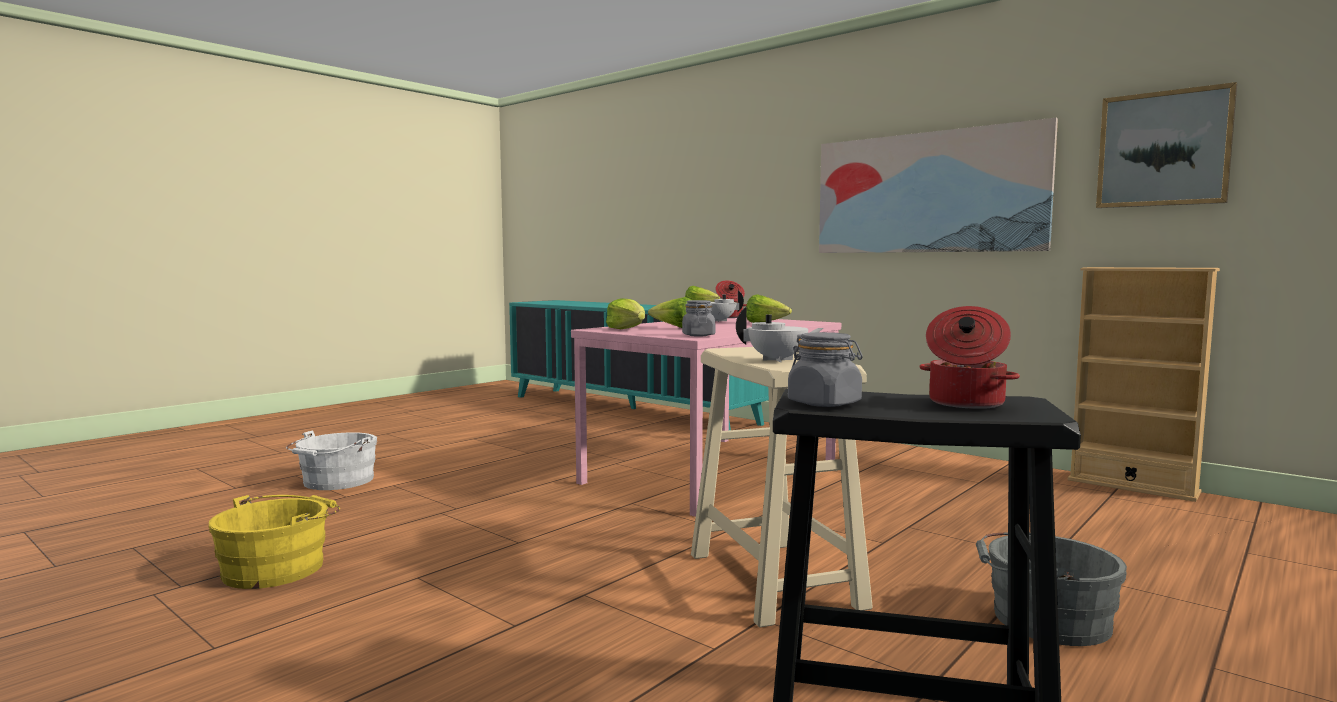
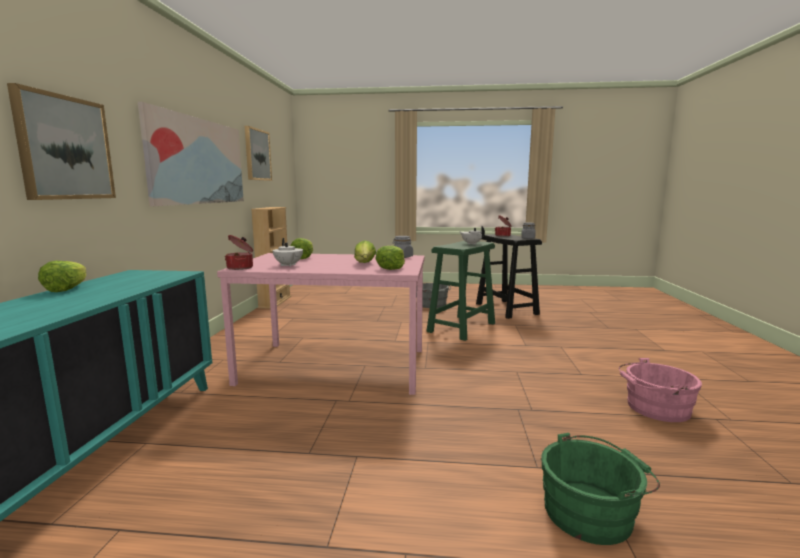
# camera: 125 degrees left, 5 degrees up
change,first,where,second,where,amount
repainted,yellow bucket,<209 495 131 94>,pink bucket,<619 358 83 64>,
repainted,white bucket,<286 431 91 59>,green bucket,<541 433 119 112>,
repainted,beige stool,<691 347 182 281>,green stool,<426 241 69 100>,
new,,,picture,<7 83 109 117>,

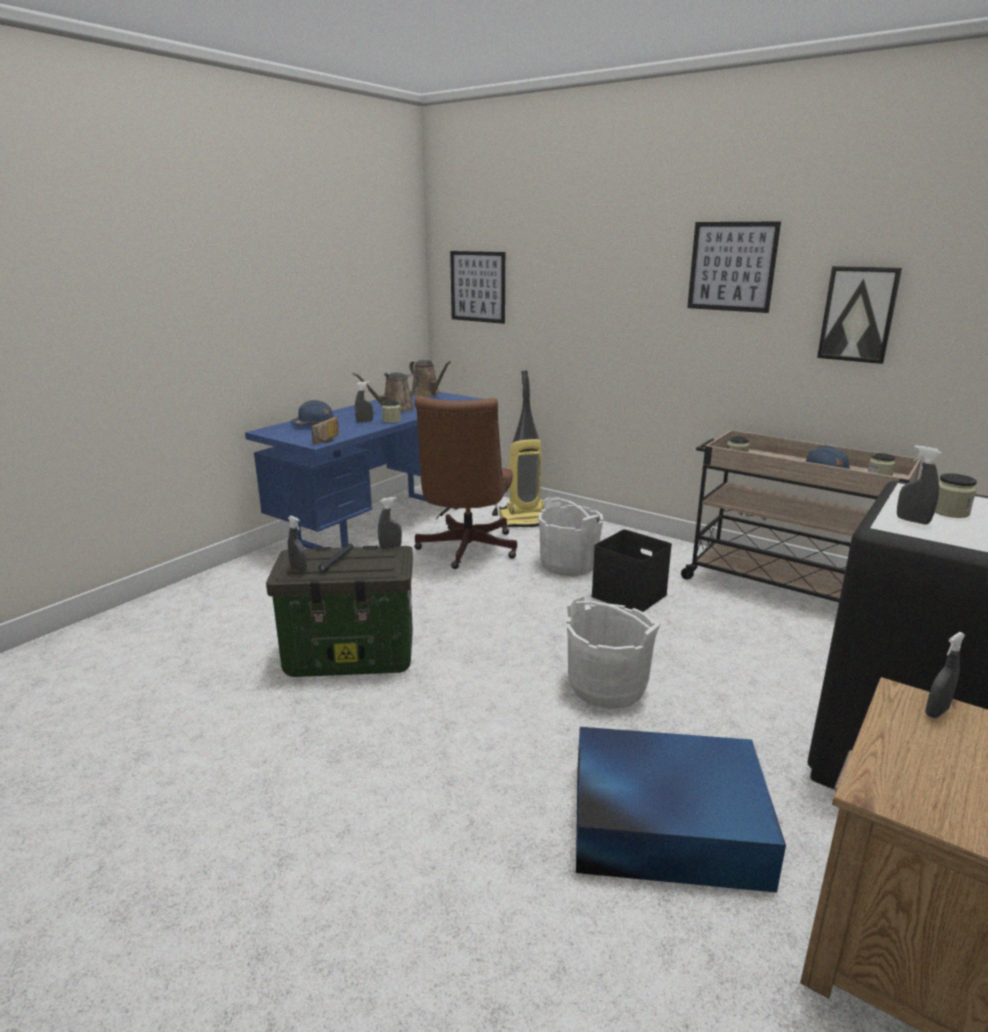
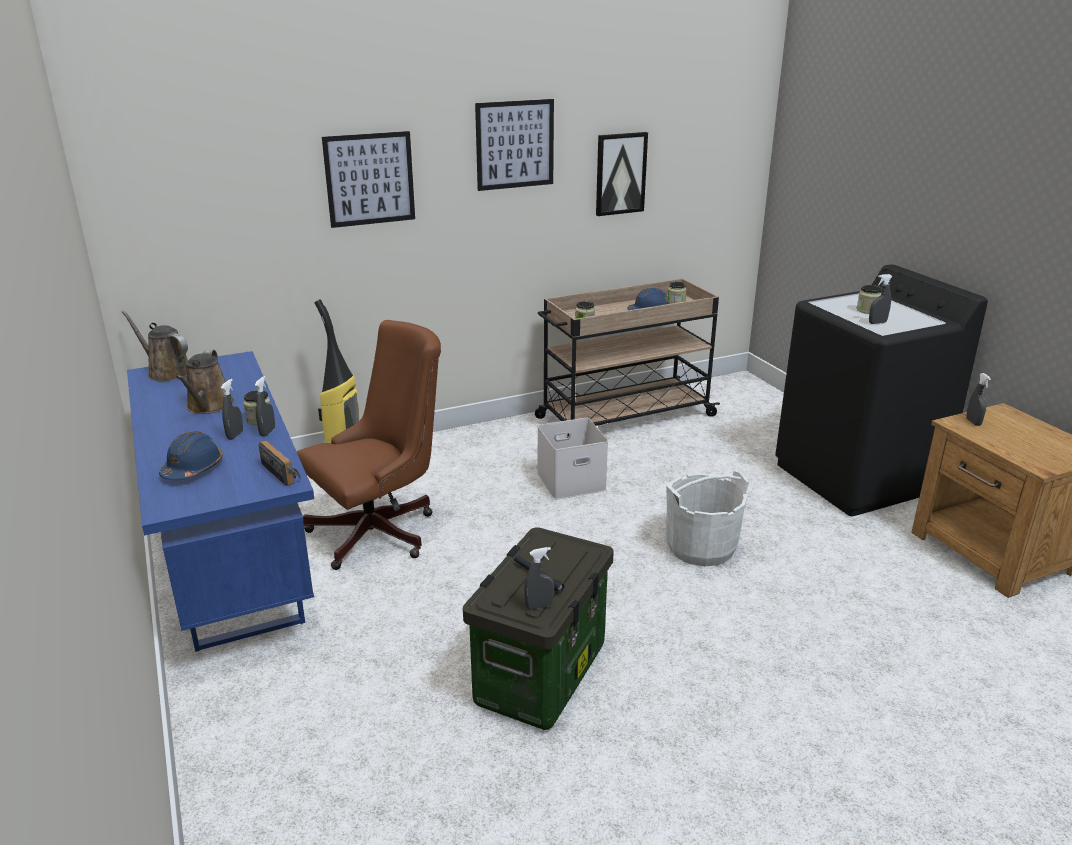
# camera: 60 degrees left, 5 degrees up
change,first,where,second,where,amount
shifted,grey spray bottle,<378 497 24 52>,,<255 376 20 61>,
rotated,brown watering can,<409 360 42 37>,,<122 310 66 71>,135 degrees counterclockwise
rotated,brown office chair,<414 396 103 173>,,<296 320 145 250>,75 degrees counterclockwise
shifted,picture,<450 251 55 73>,,<322 131 93 97>,
gone,white bucket,<539 497 64 79>,,,
gone,blue storage box,<576 727 210 166>,,,
repainted,black storage box,<591 529 81 83>,white storage box,<537 418 71 82>,

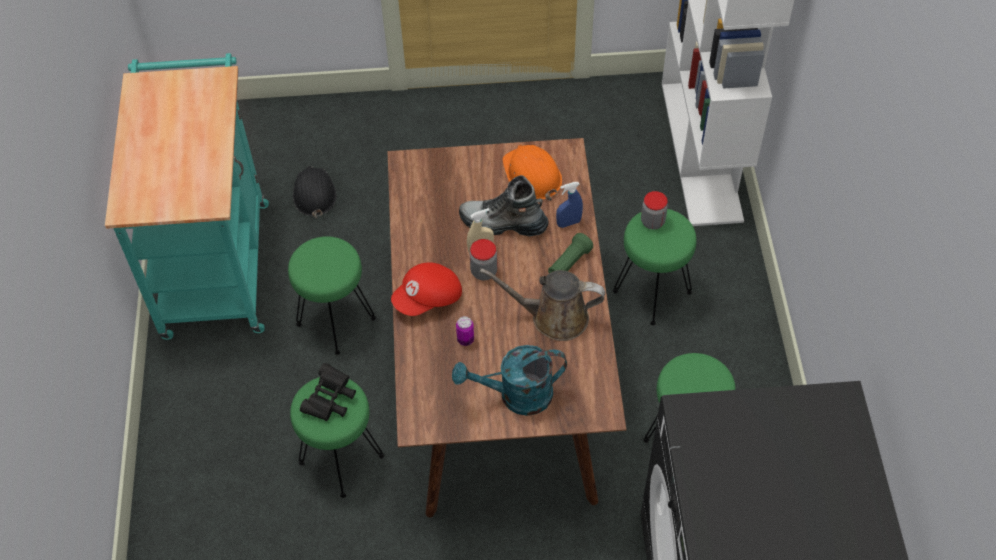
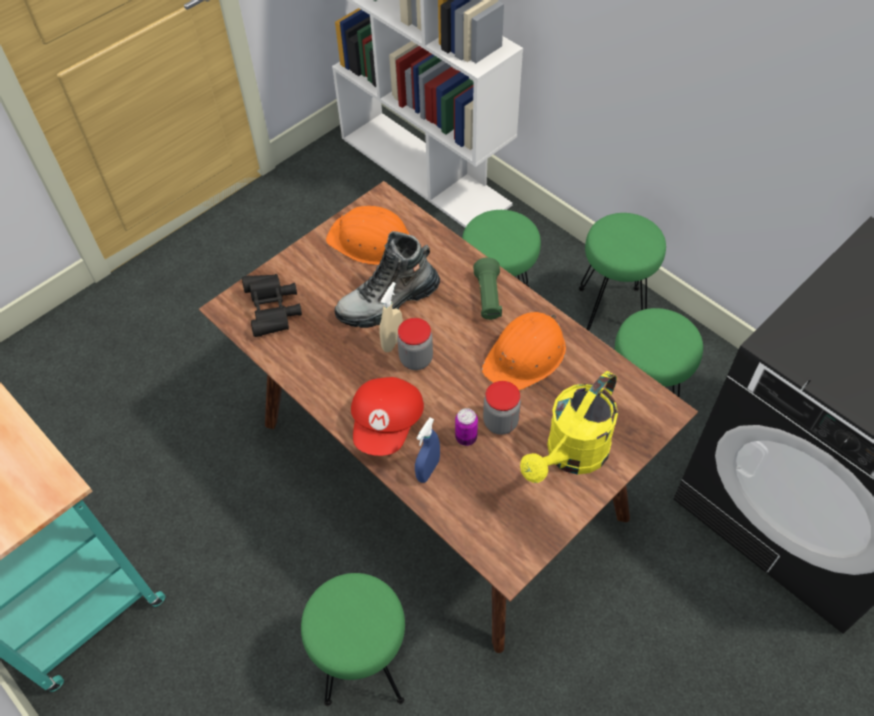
# camera: 40 degrees left, 0 degrees up
change,first,where,second,where,amount
shifted,green stool,<288 236 88 119>,,<579 213 87 118>,
gone,black hard hat,<293 166 44 53>,,,
shifted,black binoculars,<300 363 56 58>,,<242 274 60 63>,
repainted,turquoise watering can,<452 345 115 71>,yellow watering can,<520 371 98 112>,
swapped,brown watering can,<480 268 125 73>,orange hard hat,<482 312 84 79>,
shifted,blue spray bottle,<556 182 27 46>,,<415 418 25 65>,
shifted,jar,<641 191 27 38>,,<483 381 38 54>,

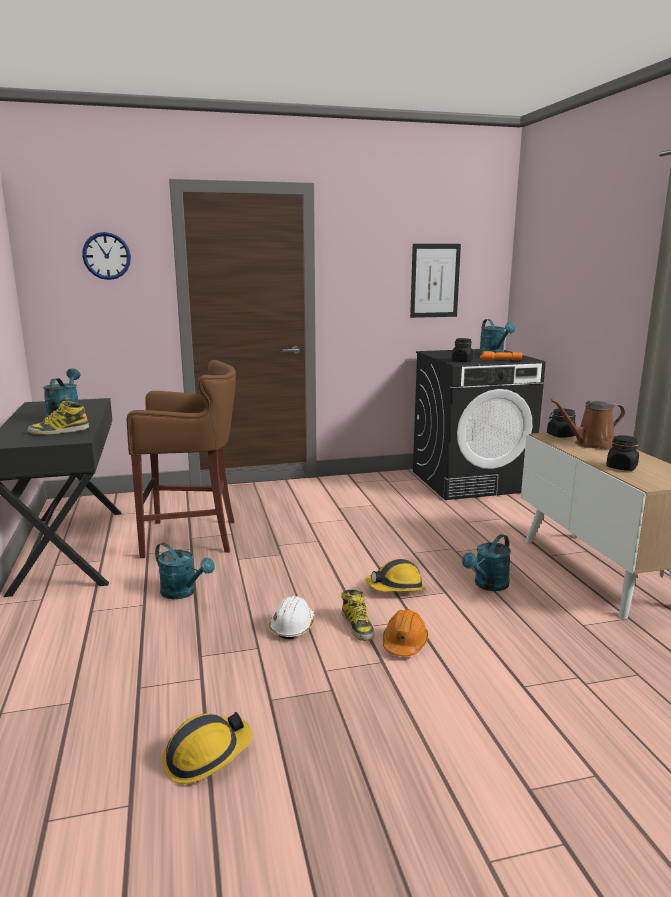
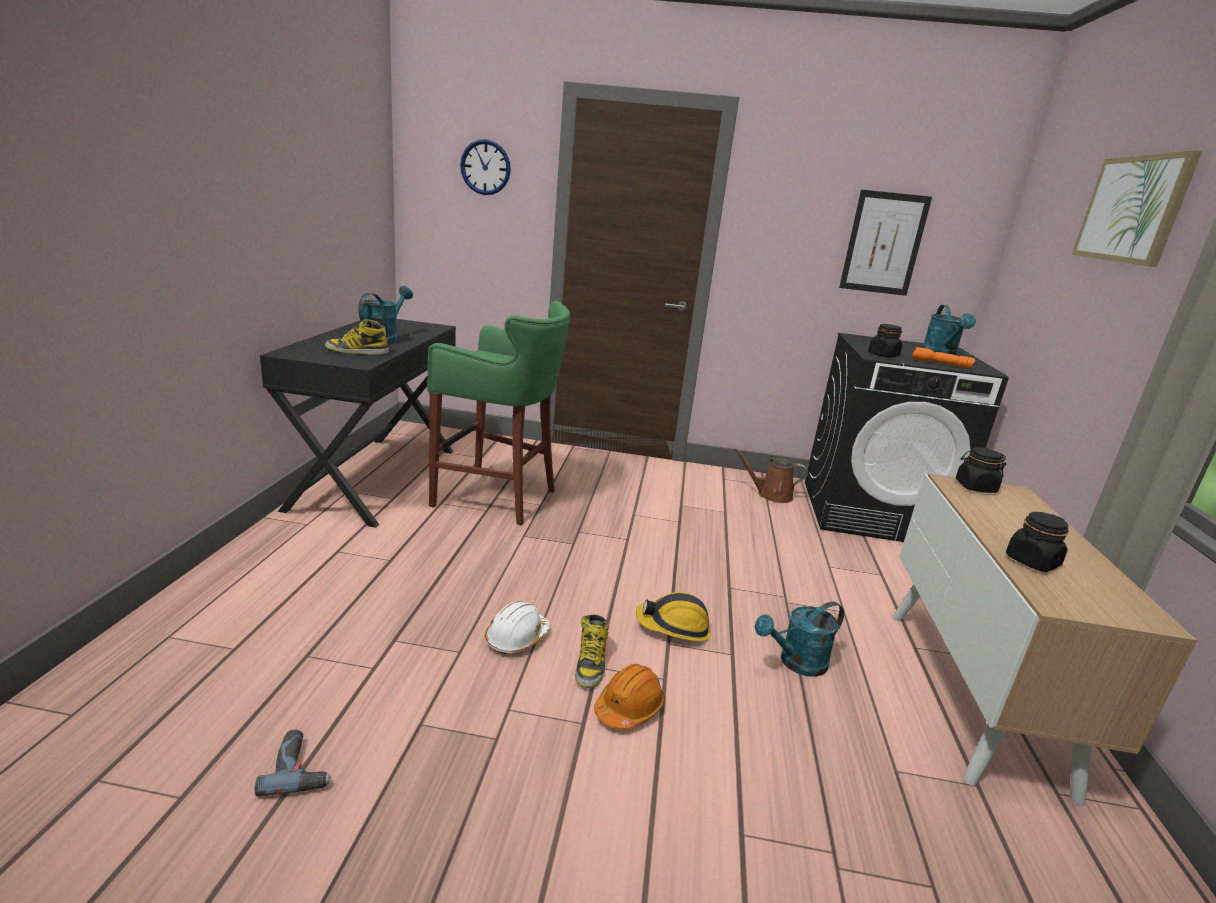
# camera: 20 degrees right, 5 degrees up
change,first,where,second,where,amount
repainted,brown stool,<127 360 109 198>,green stool,<427 301 143 225>,
gone,turquoise watering can,<155 543 60 56>,,,
swapped,hard hat,<162 712 90 72>,power drill,<255 729 76 67>,
shifted,brown watering can,<551 399 74 50>,,<734 448 74 55>,
new,,,picture,<1072 150 130 117>,

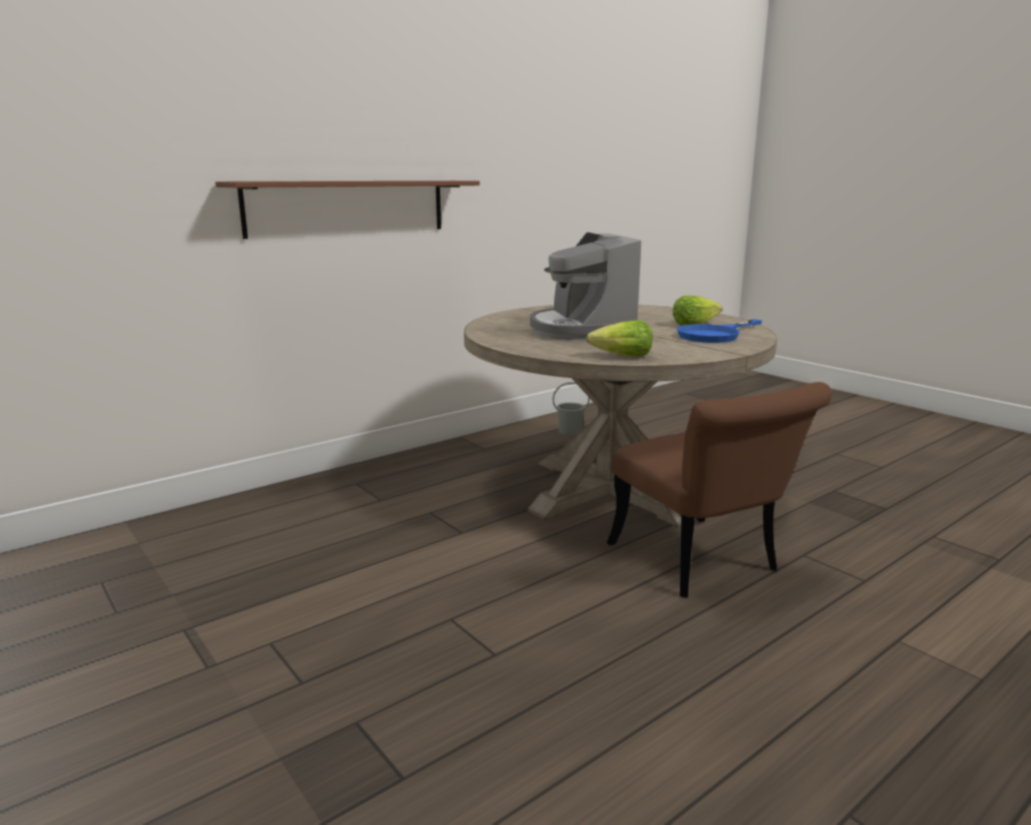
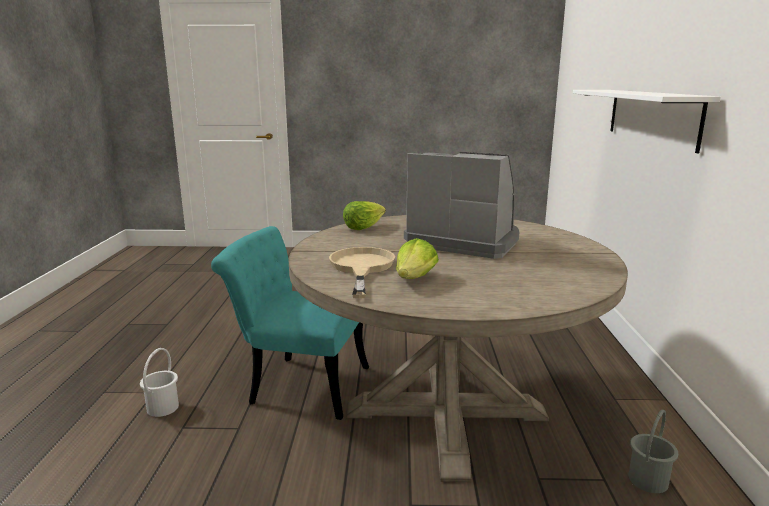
# camera: 130 degrees right, 0 degrees up
change,first,where,second,where,amount
repainted,brown shelf,<215 181 265 58>,white shelf,<573 90 148 63>,
repainted,brown chair,<607 382 225 216>,turquoise chair,<211 226 158 194>,
repainted,blue frying pan,<677 319 85 24>,beige frying pan,<329 247 66 52>,
new,,,white bucket,<140 348 39 69>,

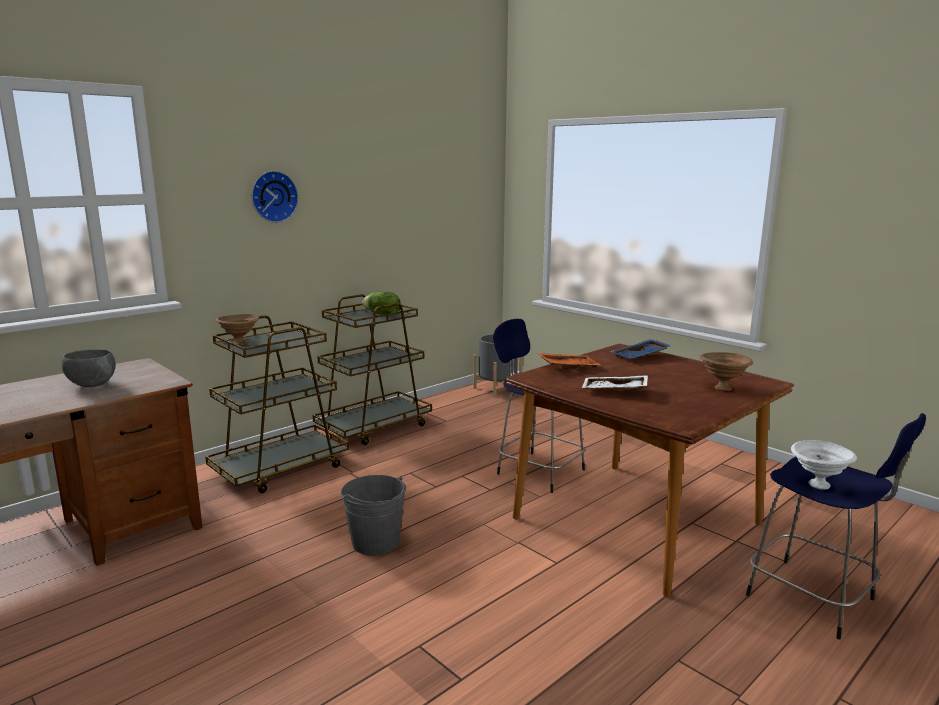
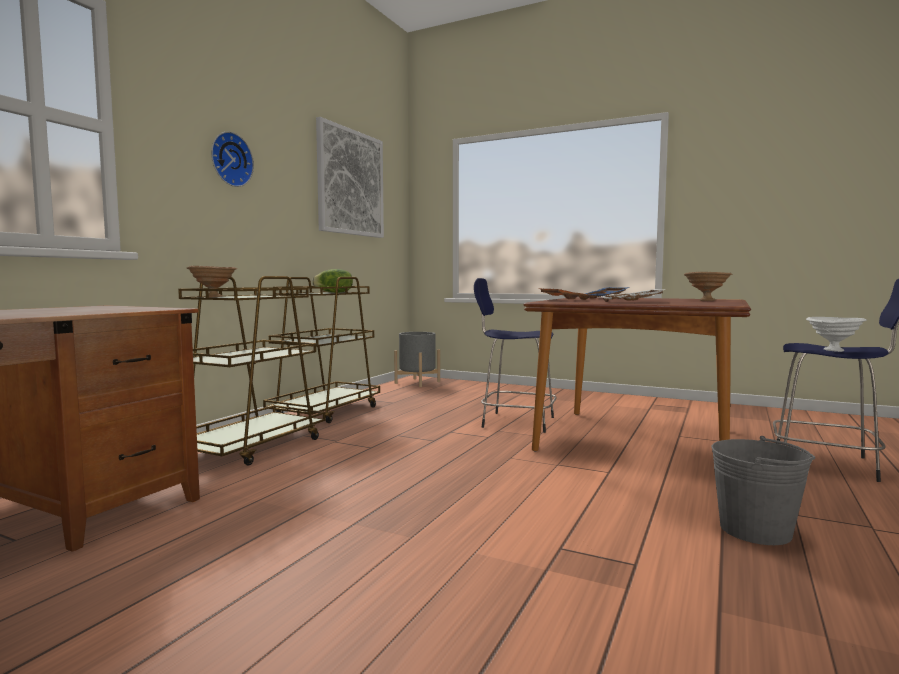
# camera: 20 degrees left, 10 degrees down
change,first,where,second,where,amount
gone,grey bowl,<62 349 54 38>,,,
shifted,grey bucket,<341 475 65 81>,,<711 436 104 109>,
new,,,picture,<316 117 68 121>,

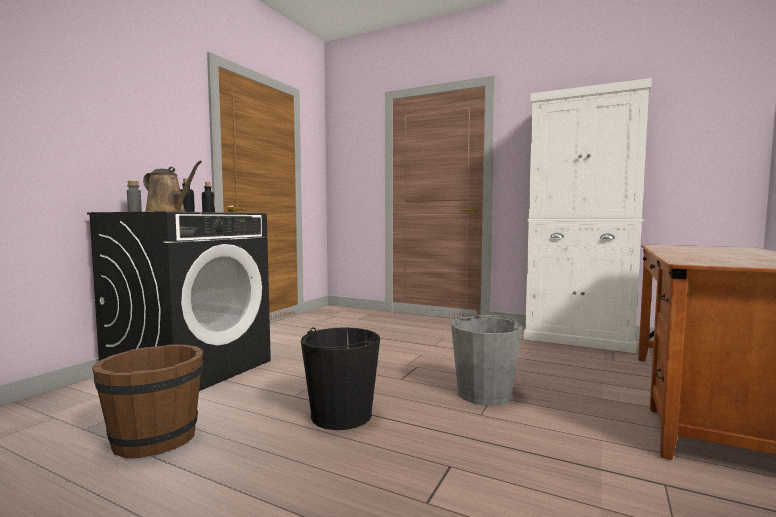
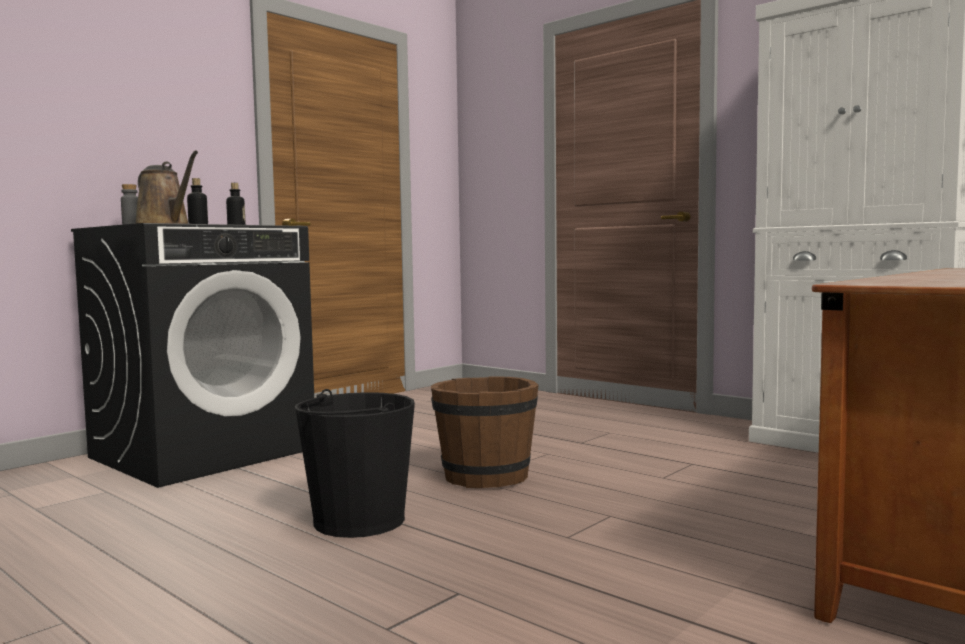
# camera: 15 degrees right, 0 degrees up
change,first,where,second,where,amount
shifted,brown bucket,<92 345 111 114>,,<431 376 108 112>,
gone,grey bucket,<451 315 72 91>,,,

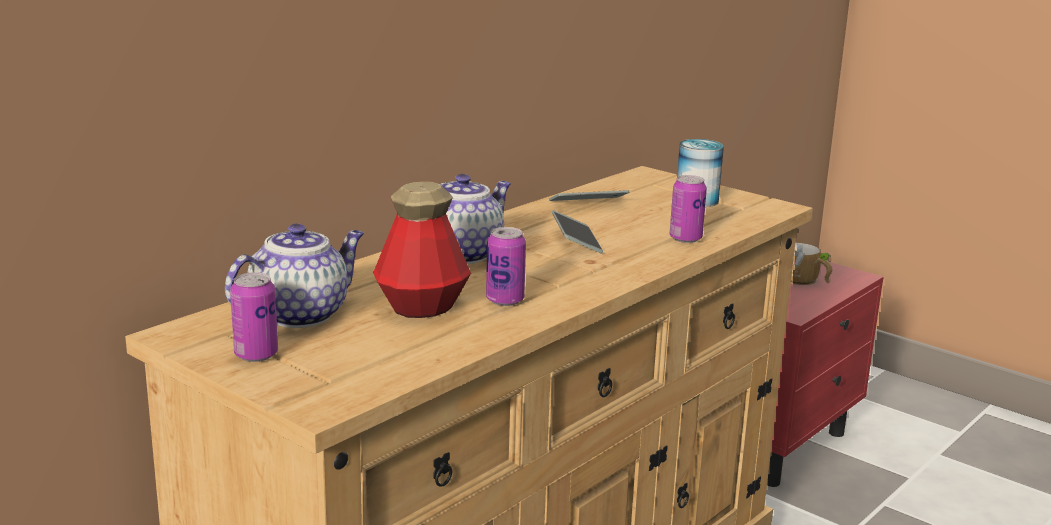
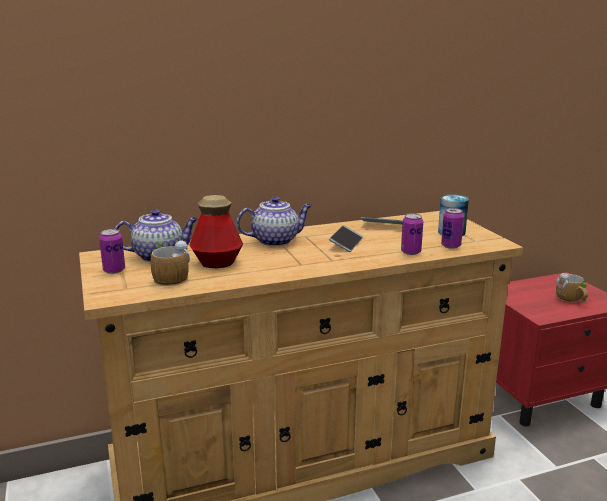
# camera: 30 degrees right, 0 degrees up
change,first,where,second,where,amount
shifted,can,<486 227 40 79>,,<441 208 23 41>,
new,,,mug,<151 239 39 47>,

